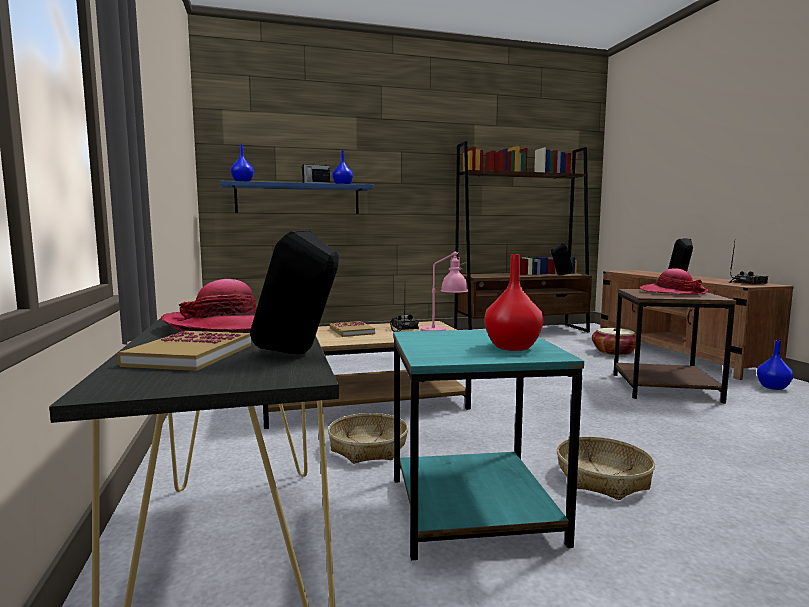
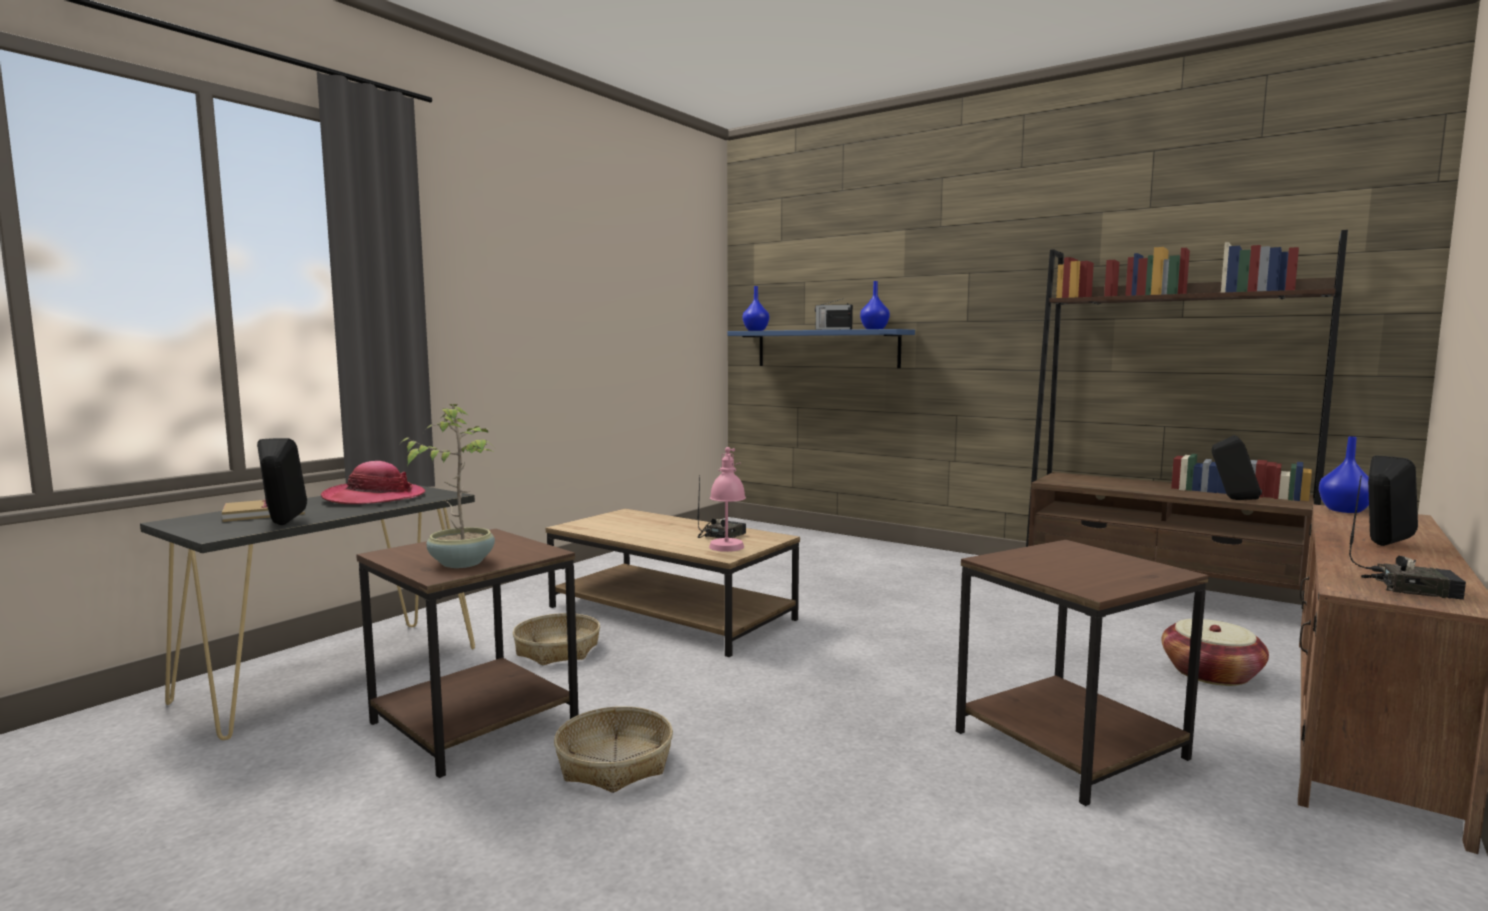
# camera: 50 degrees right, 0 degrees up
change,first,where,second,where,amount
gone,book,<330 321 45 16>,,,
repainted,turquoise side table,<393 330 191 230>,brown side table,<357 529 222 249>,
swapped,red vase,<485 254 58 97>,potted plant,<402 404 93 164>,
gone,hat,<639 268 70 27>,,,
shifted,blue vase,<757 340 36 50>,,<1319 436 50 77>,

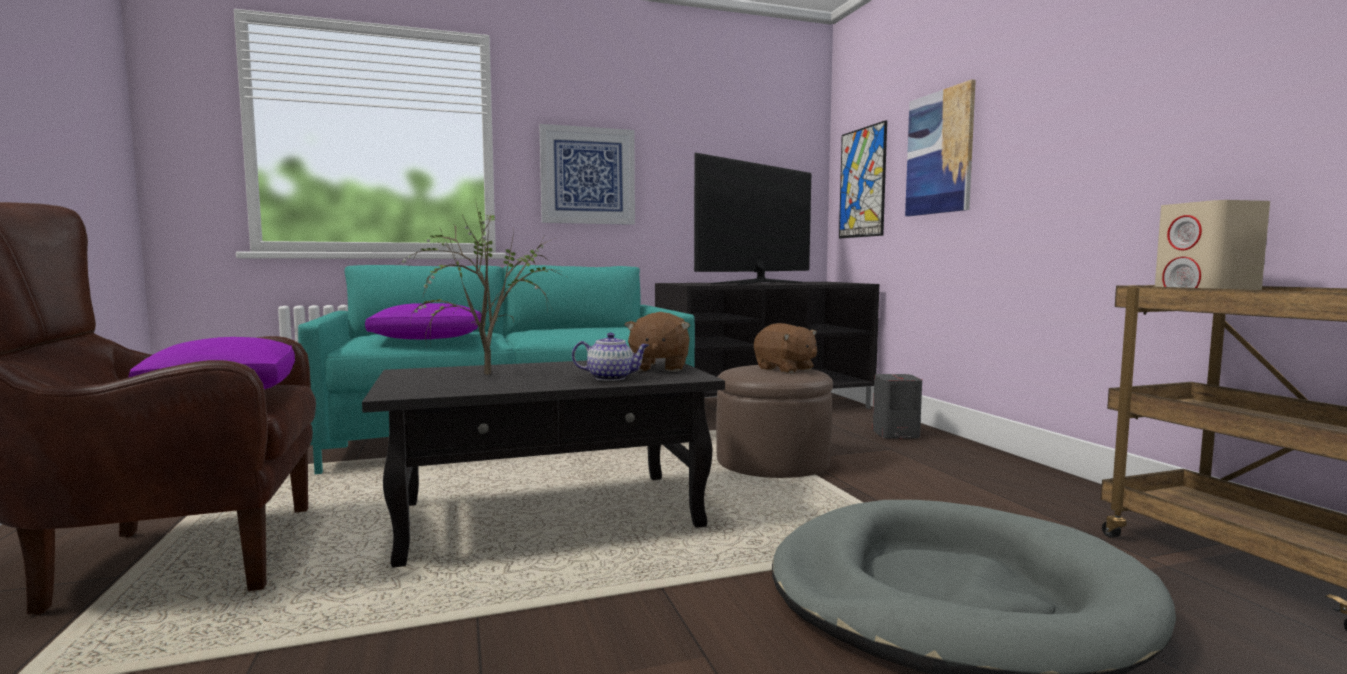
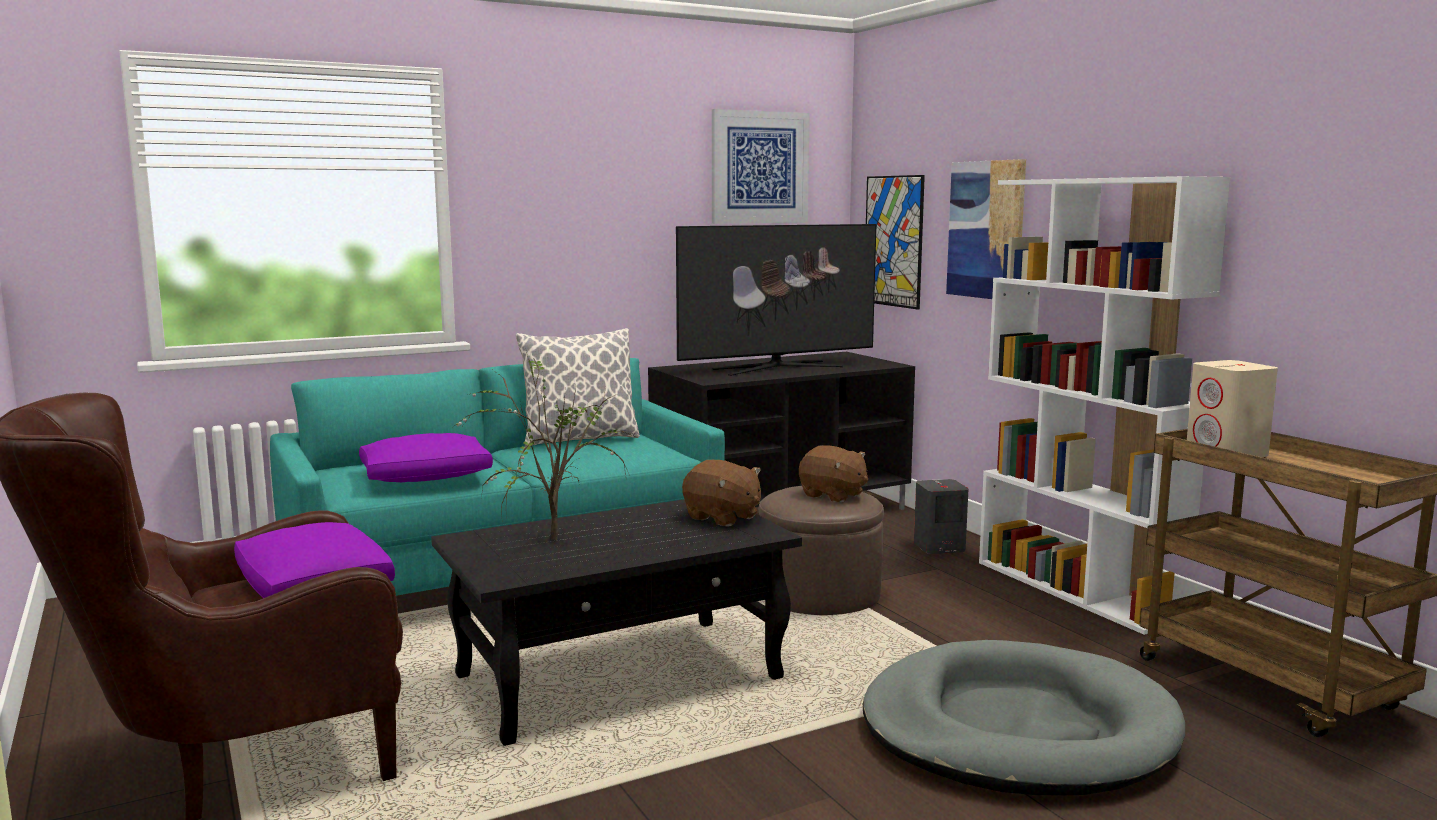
# camera: 10 degrees left, 5 degrees up
change,first,where,second,where,amount
shifted,picture,<539 124 96 101>,,<712 109 98 115>,
gone,teapot,<572 333 77 48>,,,
rotated,brown plush toy,<625 312 65 60>,,<682 460 79 67>,45 degrees counterclockwise
rotated,television,<694 153 117 132>,,<676 224 200 152>,150 degrees counterclockwise
new,,,pillow,<516 328 124 119>,
new,,,white bookcase,<979 176 252 459>,

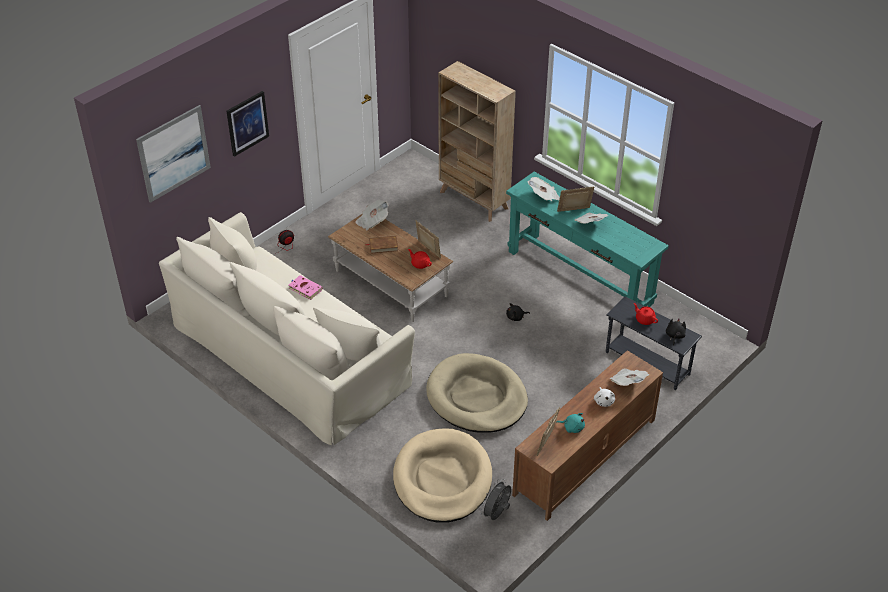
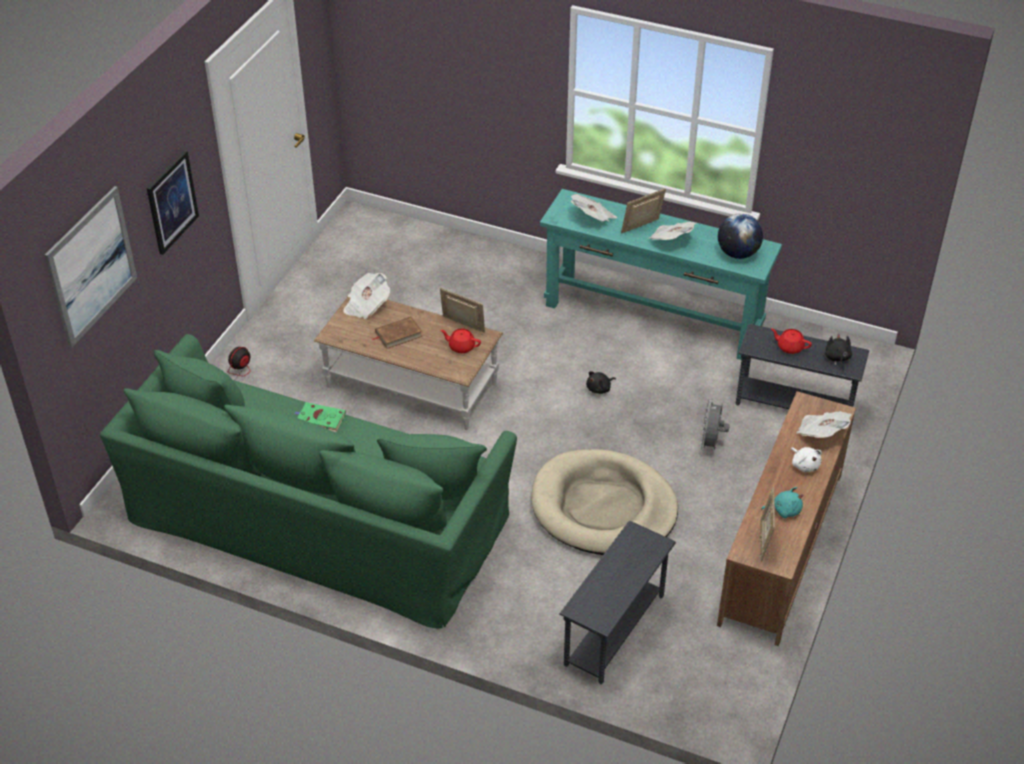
# camera: 20 degrees left, 0 degrees up
change,first,where,second,where,amount
repainted,beige sofa,<159 212 256 233>,green sofa,<100 334 417 294>,
repainted,pink book,<289 275 34 25>,green book,<295 402 51 31>,
swapped,beige dog bed,<393 428 99 95>,grey side table,<559 521 117 163>,
gone,beige bookcase,<438 61 78 161>,,,
shifted,grey fan,<480 479 31 41>,,<700 399 30 52>,
new,,,globe,<718 213 45 46>,

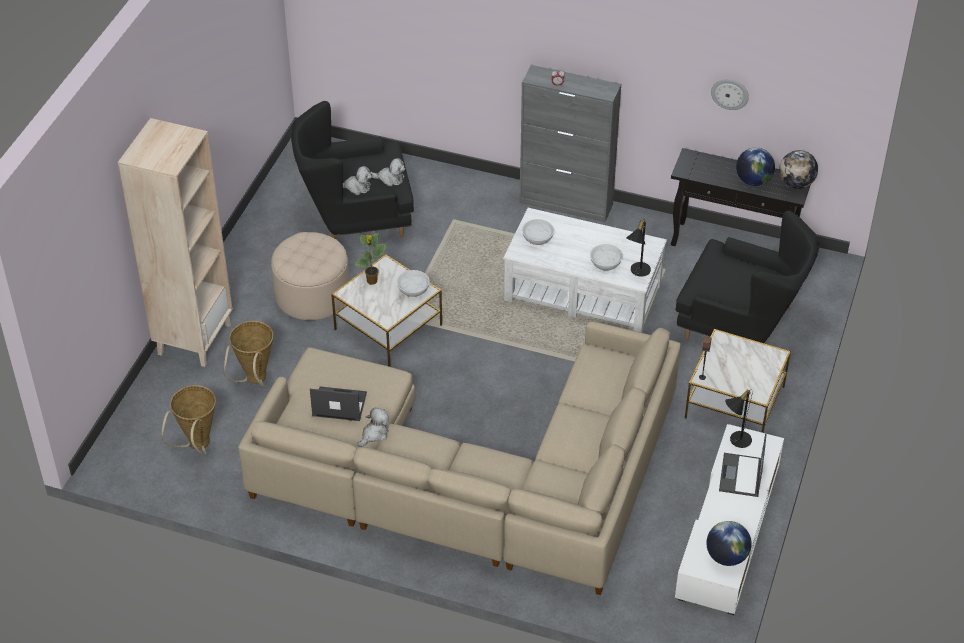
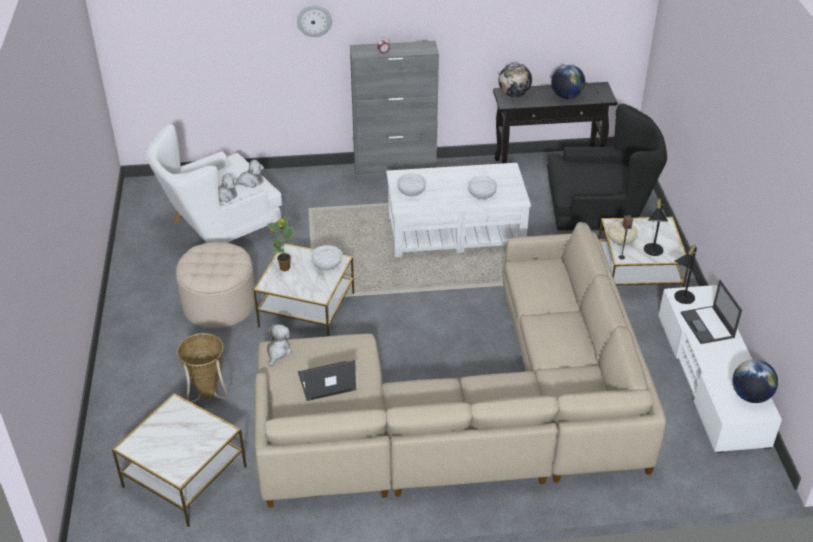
# camera: 25 degrees left, 5 degrees down
change,first,where,second,where,amount
gone,beige bookcase,<118 118 115 249>,,,
swapped,basket,<161 385 55 70>,side table,<112 393 135 134>,
repainted,black armchair,<291 101 123 138>,white armchair,<146 124 136 119>,
shifted,plush toy,<357 407 32 40>,,<265 324 27 43>,
shifted,black table lamp,<626 219 25 58>,,<644 199 24 57>,
shifted,wall clock,<711 79 38 31>,,<297 6 35 31>,
shifted,globe,<779 150 39 39>,,<499 63 33 34>,
new,,,beige bowl,<607 221 31 24>,

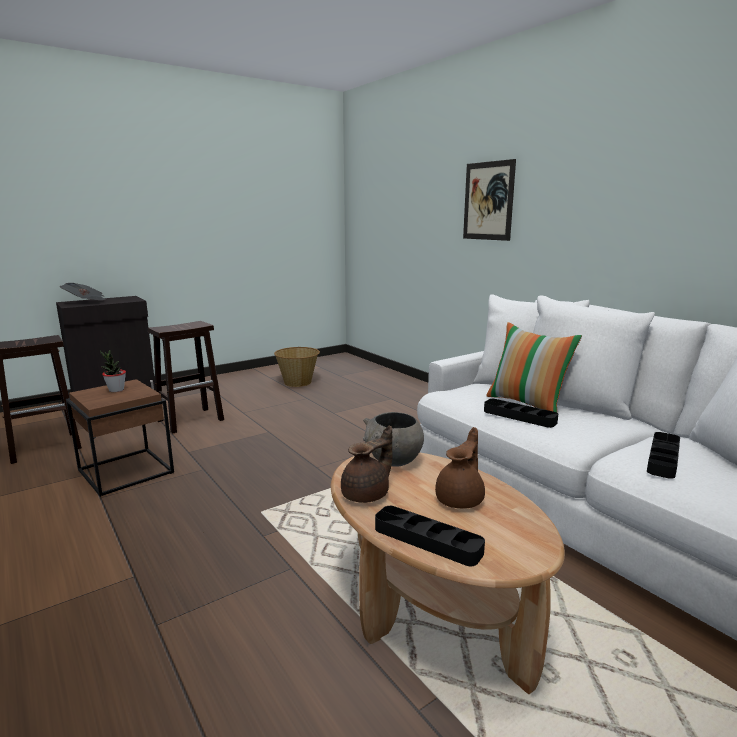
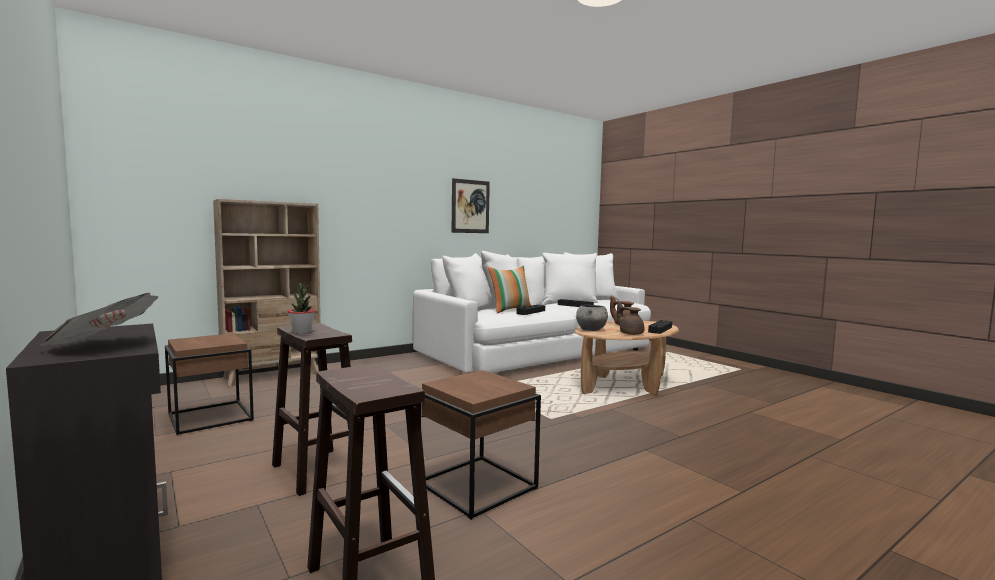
# camera: 90 degrees left, 10 degrees down
change,first,where,second,where,amount
shifted,potted plant,<100 350 26 42>,,<288 283 27 51>,
swapped,basket,<274 347 46 40>,brown side table,<165 333 89 103>,
shifted,picture,<463 159 53 82>,,<452 178 38 55>,
new,,,beige bookcase,<213 199 108 188>,

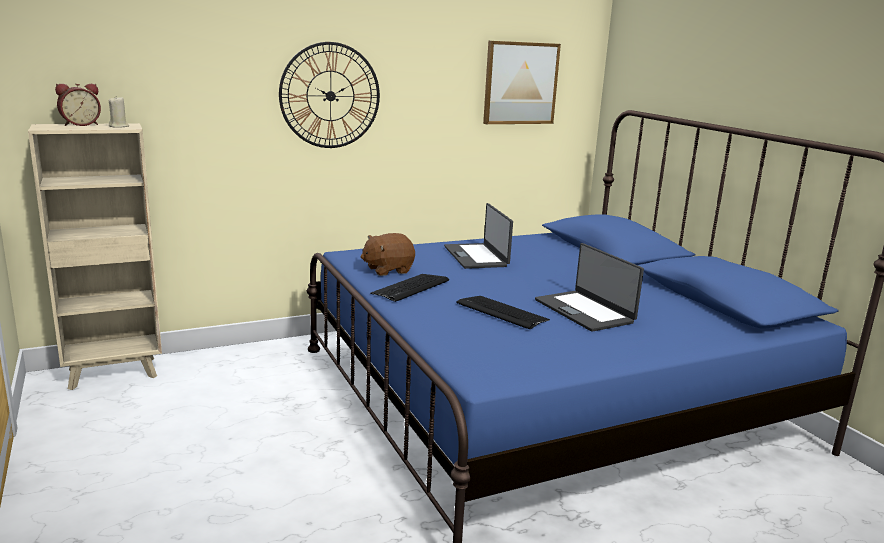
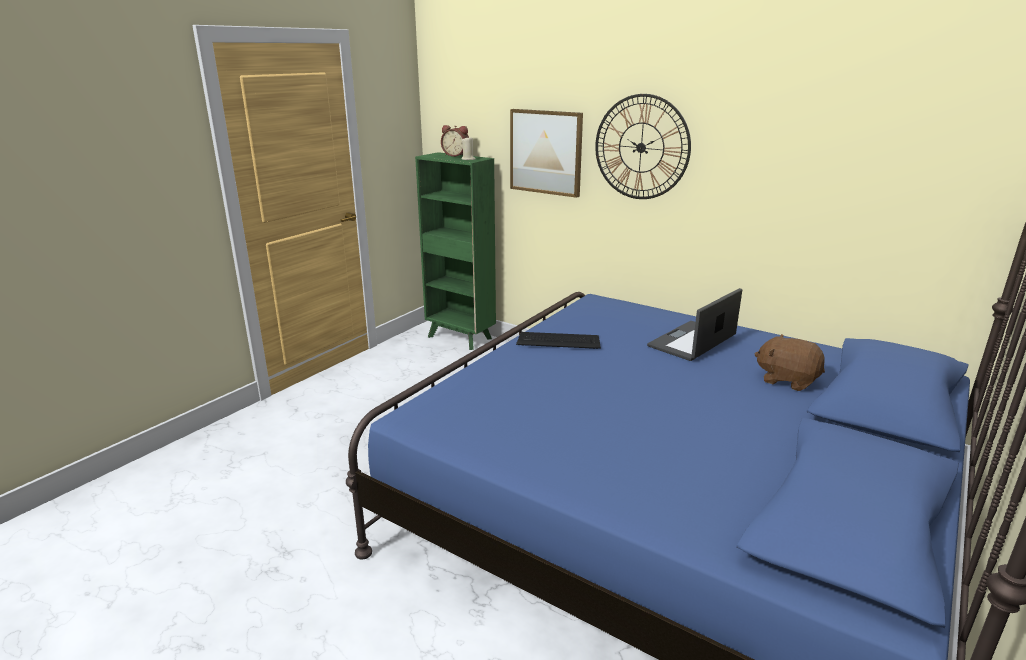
# camera: 60 degrees right, 5 degrees up
change,first,where,second,where,amount
repainted,beige bookcase,<28 123 134 267>,green bookcase,<415 152 81 198>,
shifted,brown plush toy,<360 233 55 43>,,<755 334 70 57>,
gone,keyboard,<456 296 94 33>,,,
shifted,picture,<483 41 78 83>,,<510 109 73 89>,
gone,laptop,<535 243 109 89>,,,

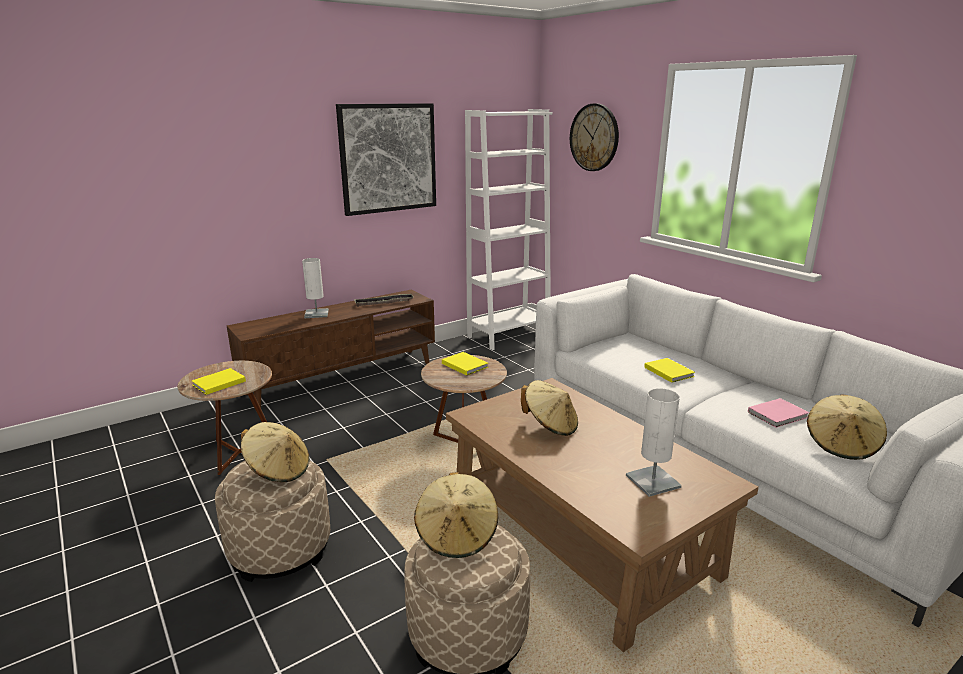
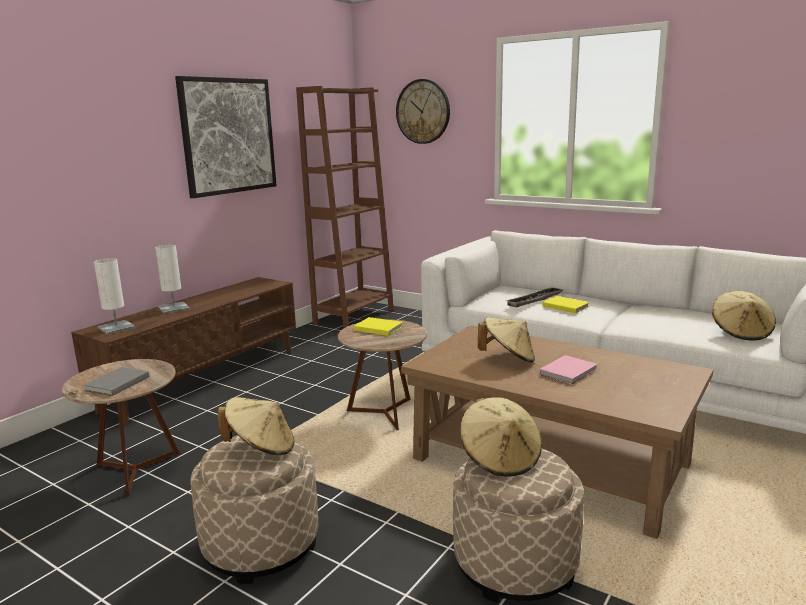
# camera: 20 degrees left, 5 degrees down
change,first,where,second,where,amount
repainted,yellow book,<192 368 54 27>,grey book,<83 367 66 29>,
shifted,tray,<354 294 60 12>,,<505 287 60 21>,
repainted,white bookcase,<465 109 87 241>,brown bookcase,<296 86 98 242>,
shifted,white table lamp,<626 388 56 109>,,<94 258 42 77>,
shifted,pink book,<748 398 61 30>,,<539 355 59 30>,

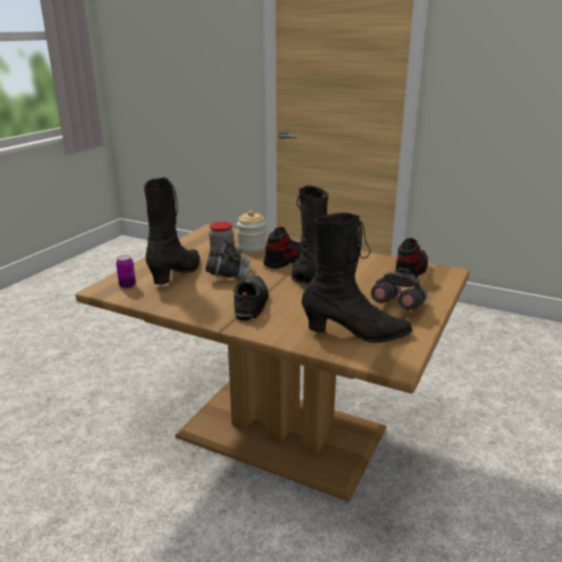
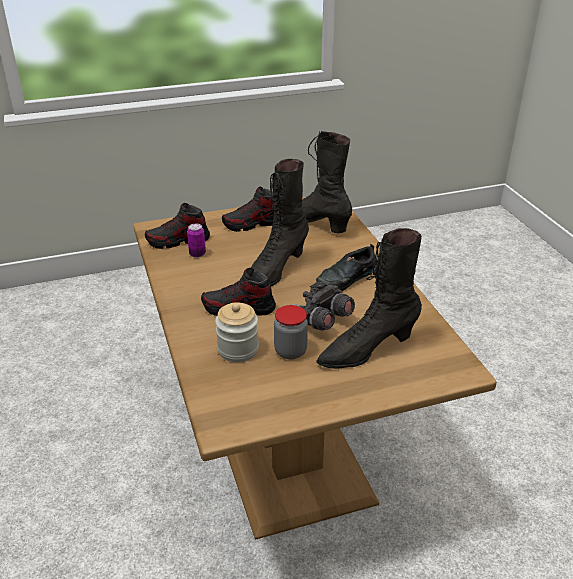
# camera: 135 degrees left, 10 degrees up
change,first,where,second,where,amount
shifted,can,<116 255 20 34>,,<187 224 19 34>,
swapped,grey binoculars,<371 267 57 43>,shoe,<222 187 52 45>,

